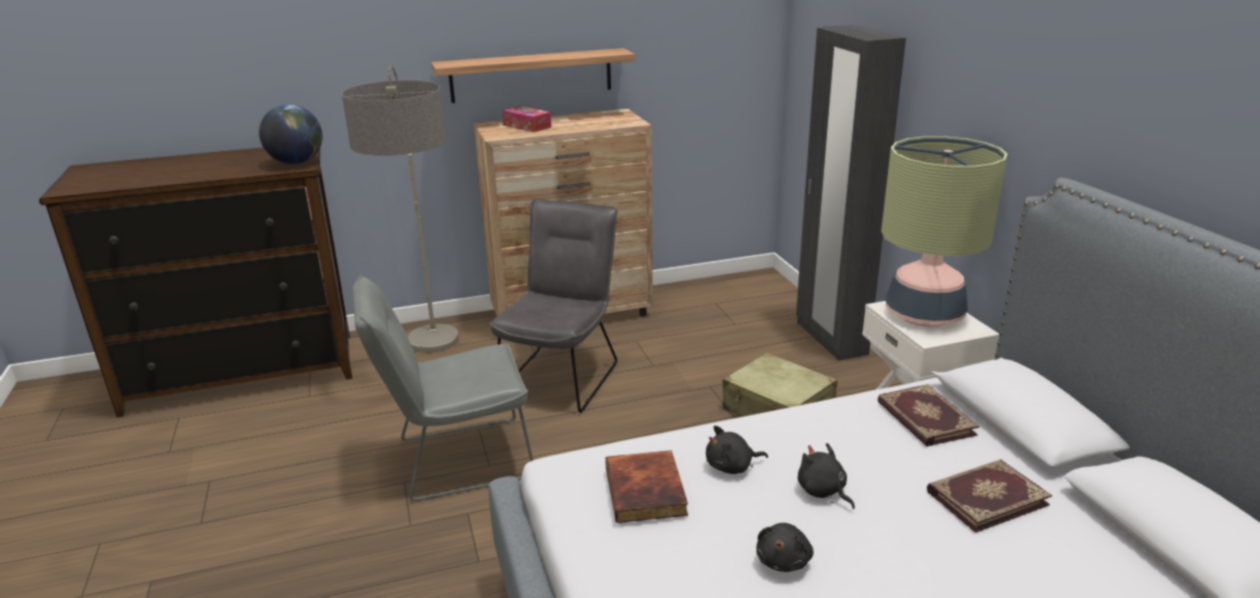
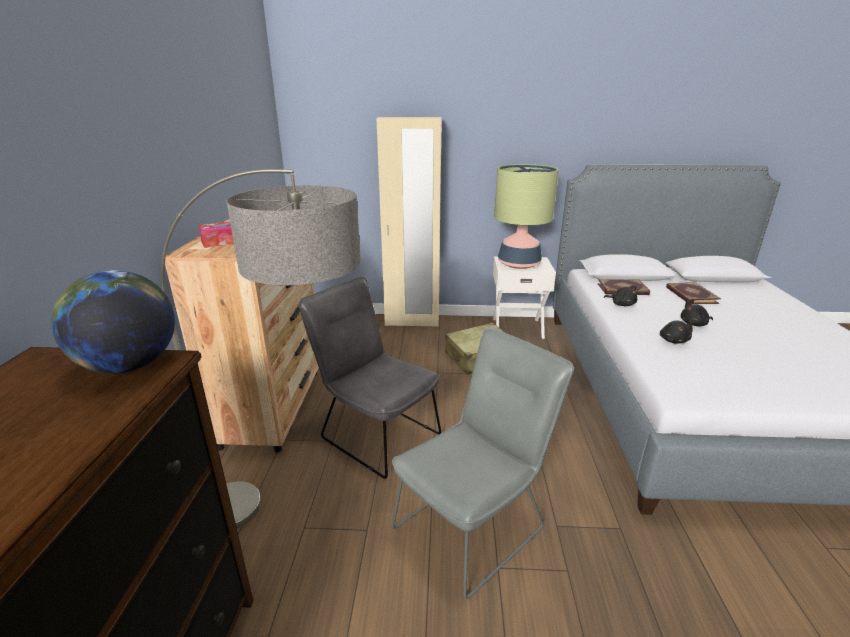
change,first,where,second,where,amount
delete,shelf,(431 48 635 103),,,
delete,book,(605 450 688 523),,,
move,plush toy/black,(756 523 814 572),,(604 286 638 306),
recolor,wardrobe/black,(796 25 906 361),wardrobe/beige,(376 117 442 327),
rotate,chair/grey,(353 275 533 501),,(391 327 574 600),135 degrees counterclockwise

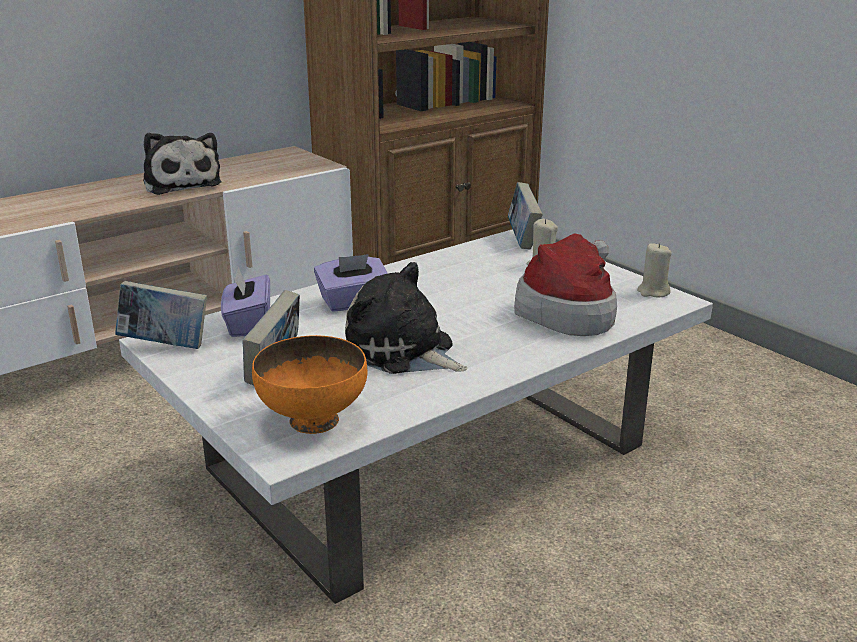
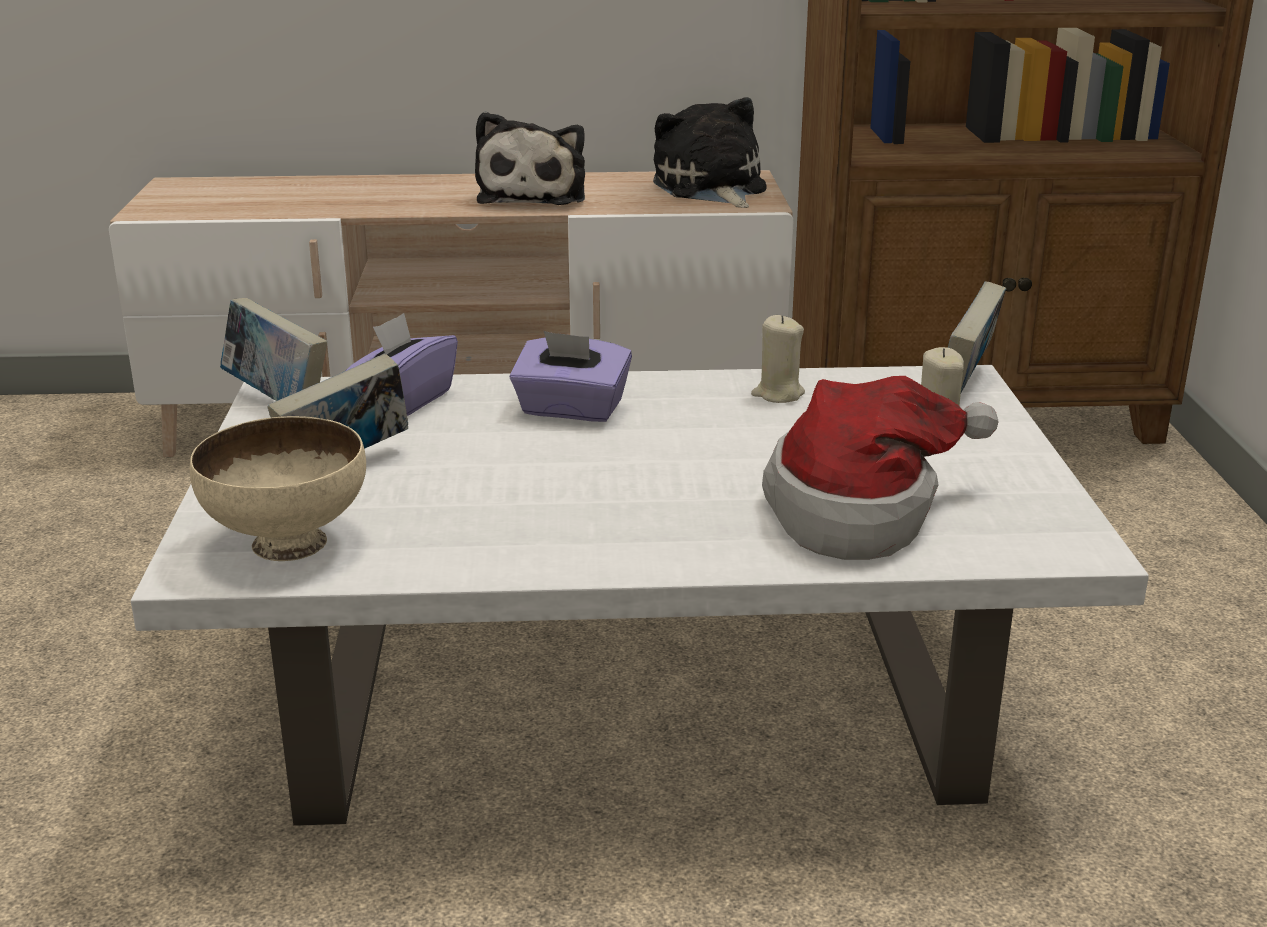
change,first,where,second,where,amount
move,plush toy,(345 262 467 374),,(653 97 766 208),
move,candle/beige,(637 243 672 298),,(751 315 805 403),
recolor,bowl/orange,(252 335 367 434),bowl/beige,(190 416 366 561),

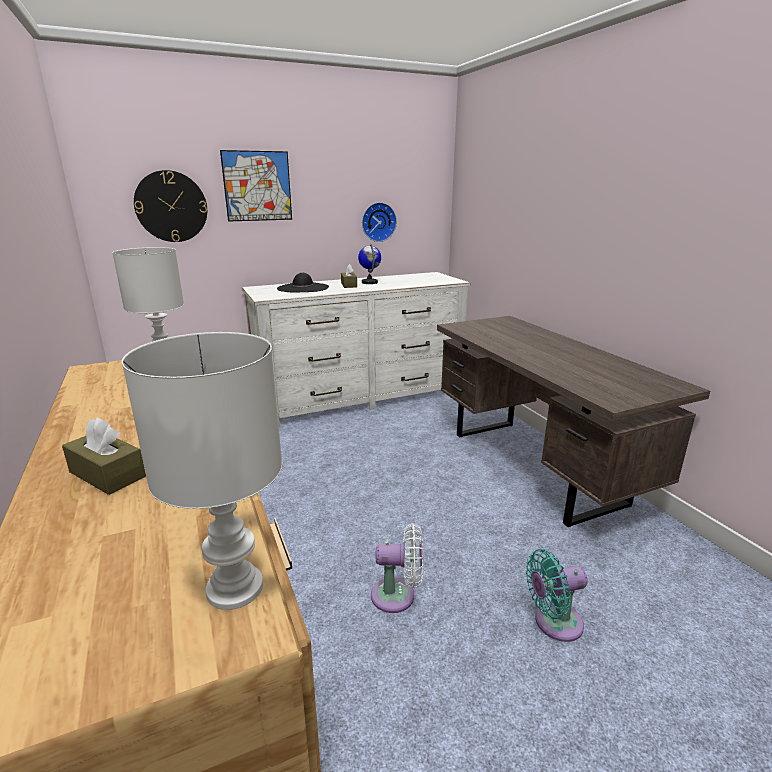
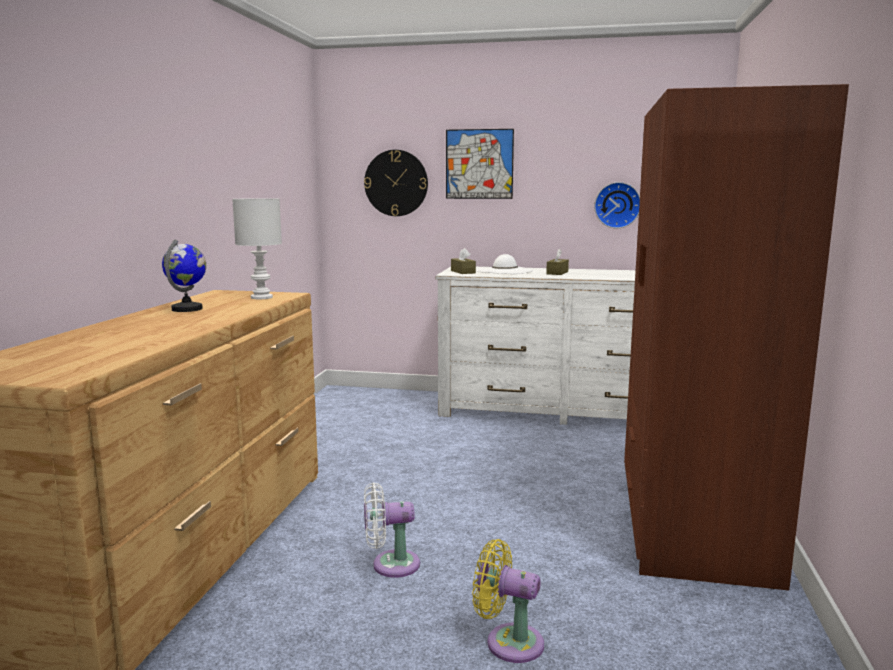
change,first,where,second,where,amount
delete,table lamp/white,(122 332 282 610),,,
move,tissue box/brown,(62 417 146 495),,(451 248 476 274),
move,globe,(358 243 381 284),,(162 239 206 312),
replace,desk/brown,(437 316 710 527),wardrobe/brown,(624 84 849 590),
recolor,hat/black,(277 273 329 293),hat/white,(477 254 534 274),
recolor,fan/turquoise,(526 549 588 642),fan/yellow,(472 539 544 663),
rotate,fan/white,(371 523 423 613),,(364 483 420 578),135 degrees clockwise

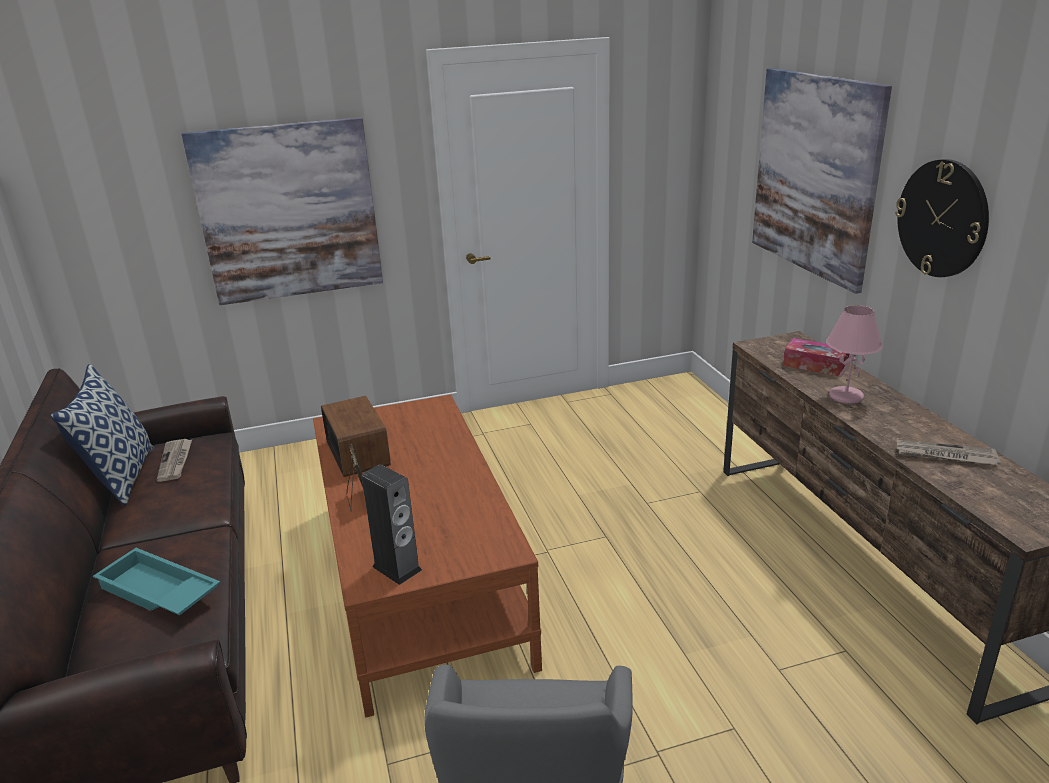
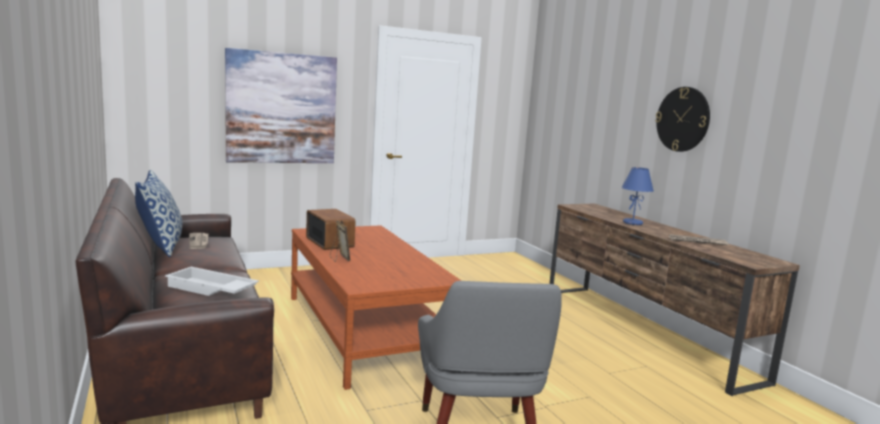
change,first,where,second,where,amount
delete,speaker,(362 464 422 585),,,
delete,picture,(752 68 892 294),,,
delete,tissue box,(783 338 849 376),,,
recolor,tray/turquoise,(93 548 220 615),tray/white,(165 267 259 296),
recolor,table lamp/pink,(826 305 883 404),table lamp/blue,(621 167 654 225),

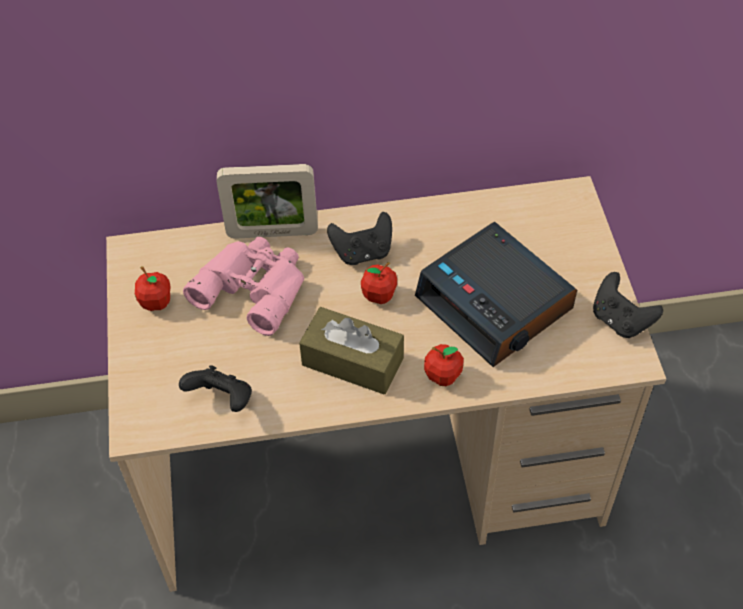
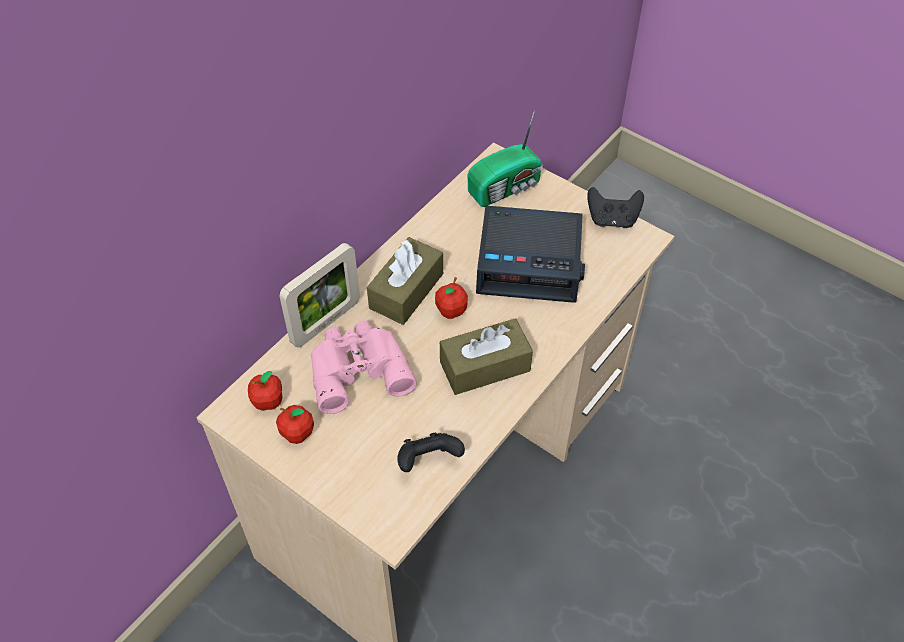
change,first,where,second,where,amount
insert,,,radio,(468 110 543 207),
move,apple,(424 344 464 386),,(248 371 282 411),
replace,game controller/black,(327 212 392 265),tissue box/brown,(367 237 443 325),

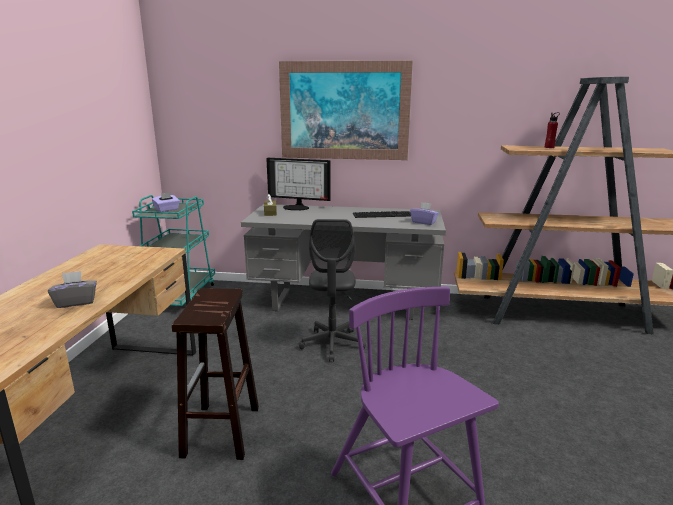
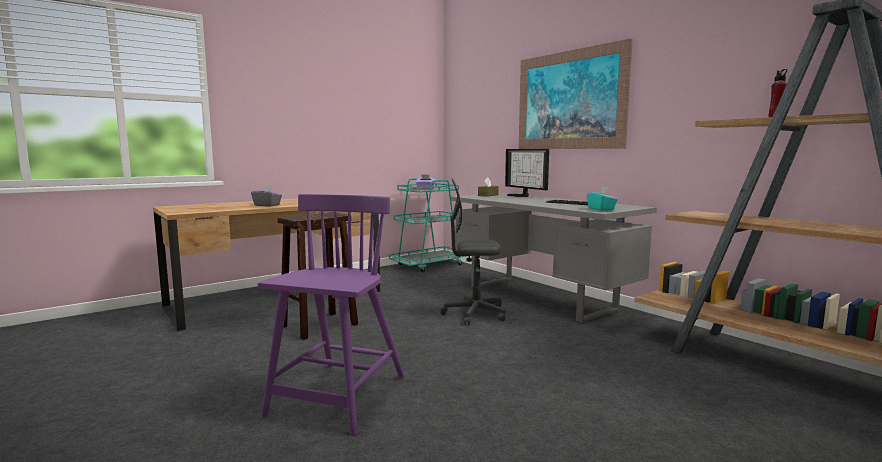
change,first,where,second,where,amount
recolor,tissue box/purple,(410 202 439 225),tissue box/turquoise,(587 187 618 211),
rotate,office chair/grey,(298 219 366 362),,(441 178 505 325),45 degrees clockwise

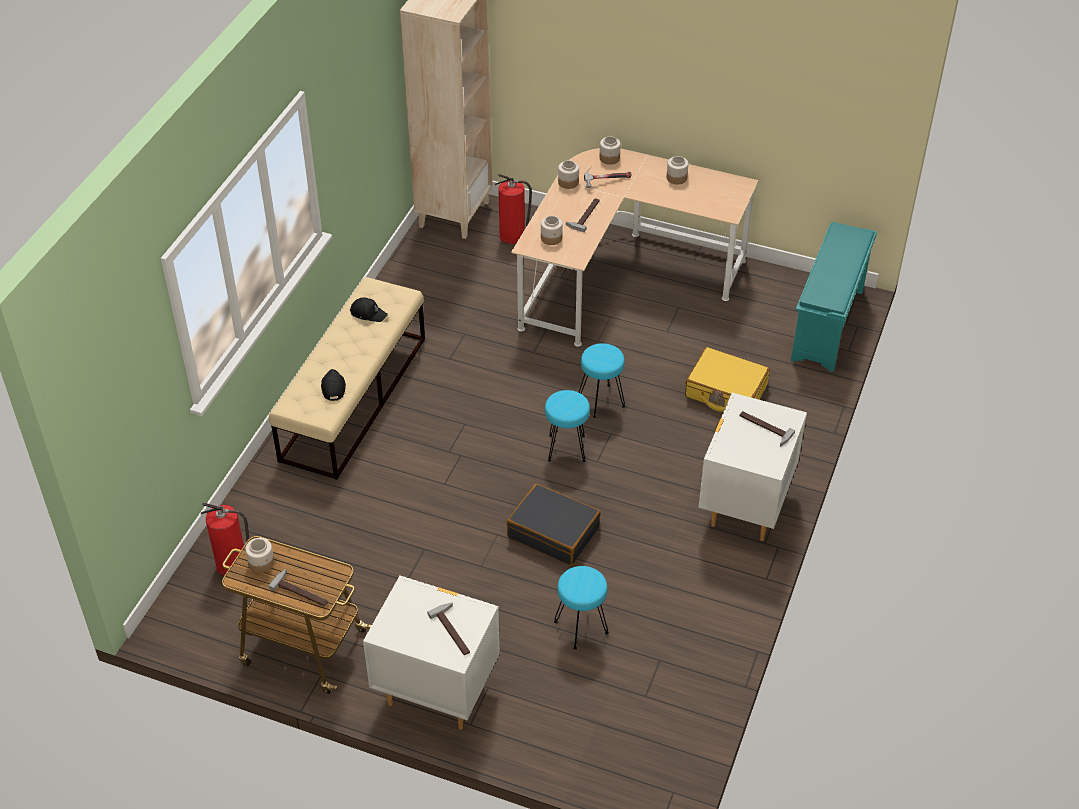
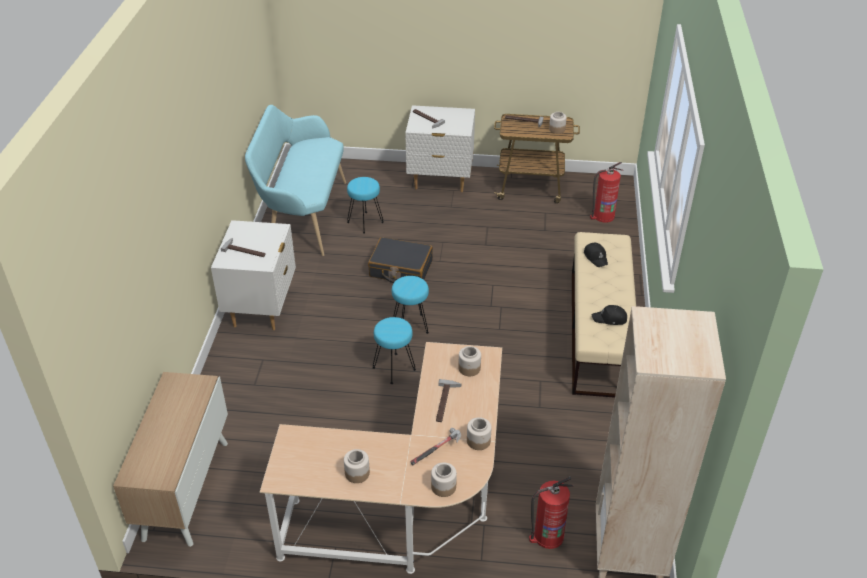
change,first,where,second,where,amount
delete,suitcase/yellow,(685 347 770 412),,,
insert,,,bench/turquoise,(245 105 346 256),
replace,shoe rack/turquoise,(791 222 877 372),cabinet,(113 372 228 547),

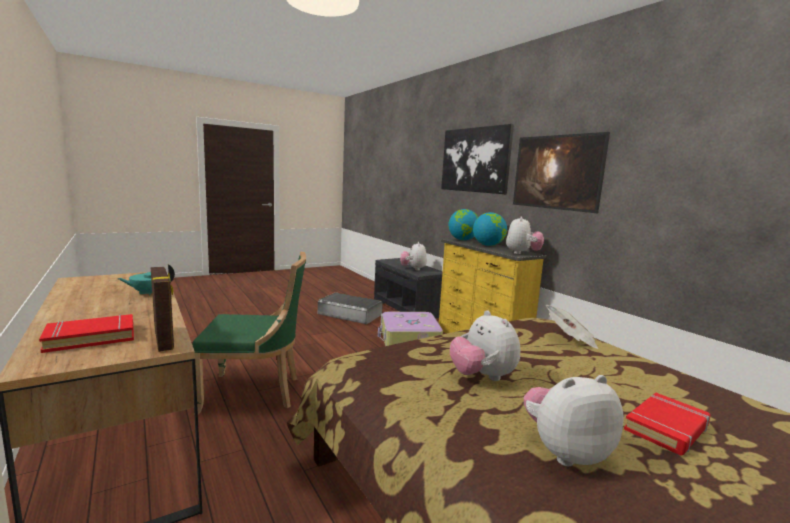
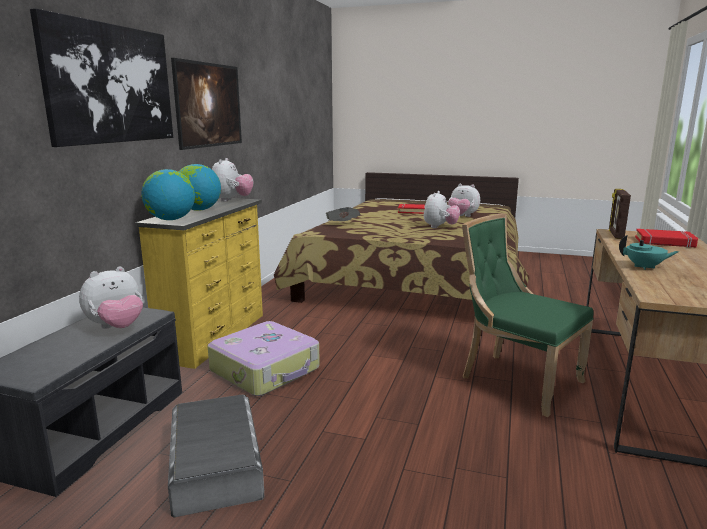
change,first,where,second,where,amount
rotate,plush toy,(506 216 544 254),,(212 158 253 202),120 degrees clockwise

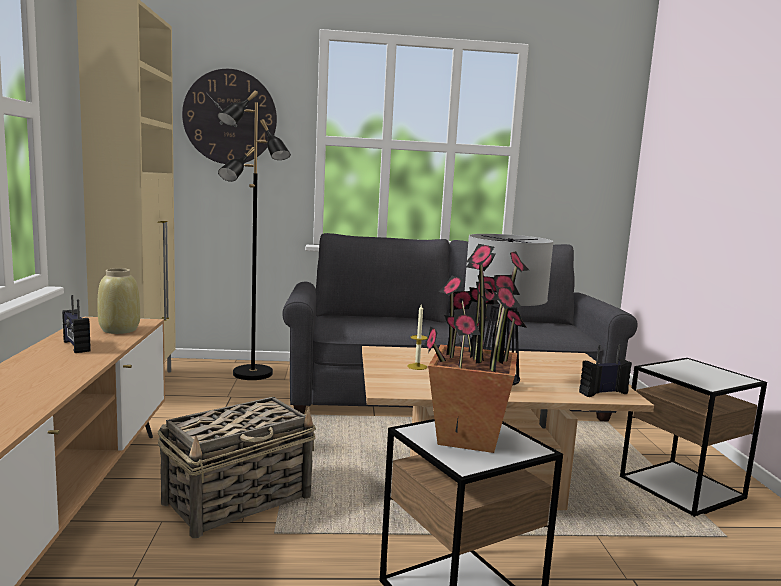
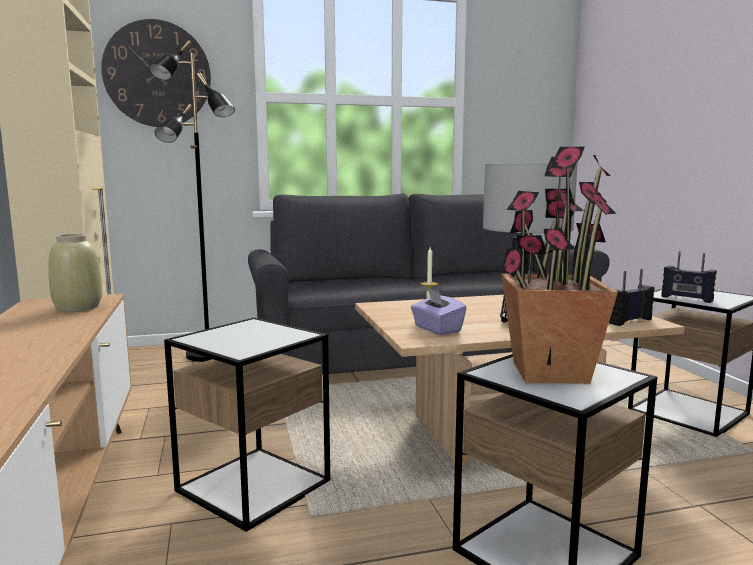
change,first,where,second,where,amount
insert,,,tissue box/purple,(411 288 466 335),
move,radio,(62 295 91 353),,(661 251 717 303),
replace,basket,(158 397 316 538),side table,(164 318 330 532),

